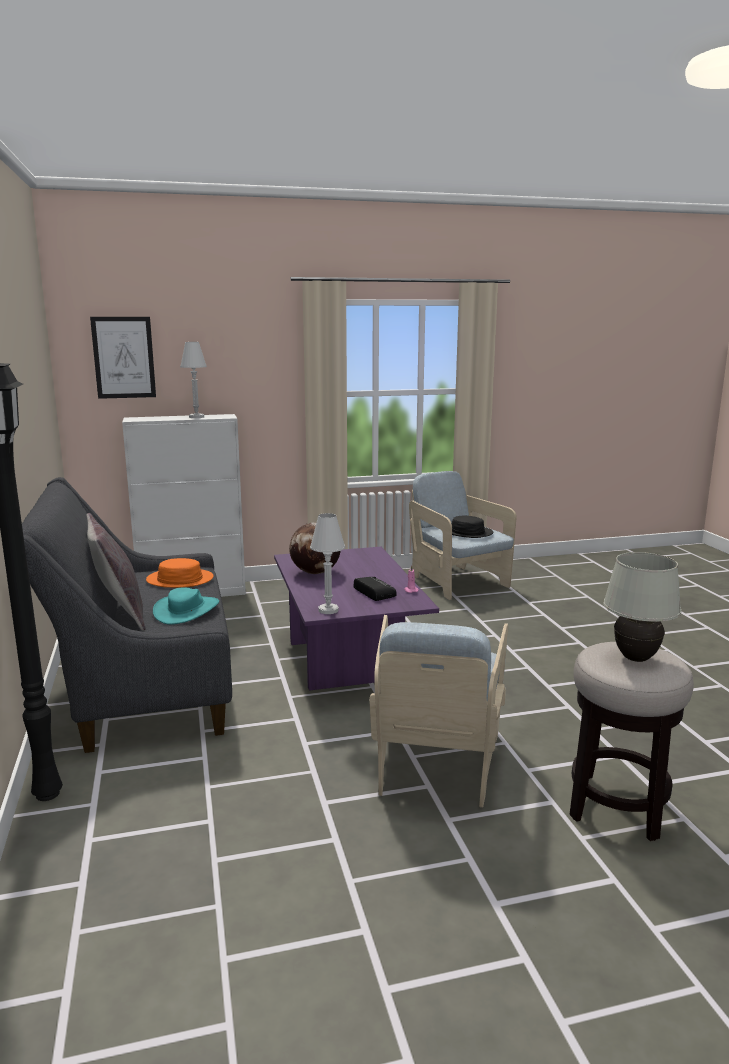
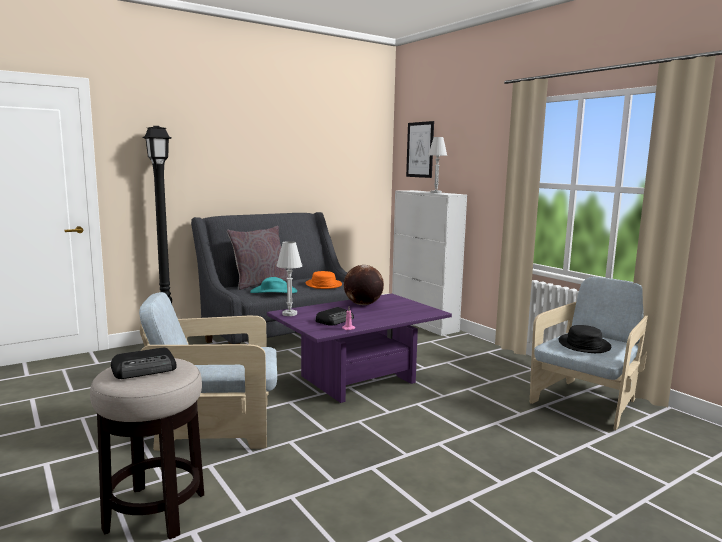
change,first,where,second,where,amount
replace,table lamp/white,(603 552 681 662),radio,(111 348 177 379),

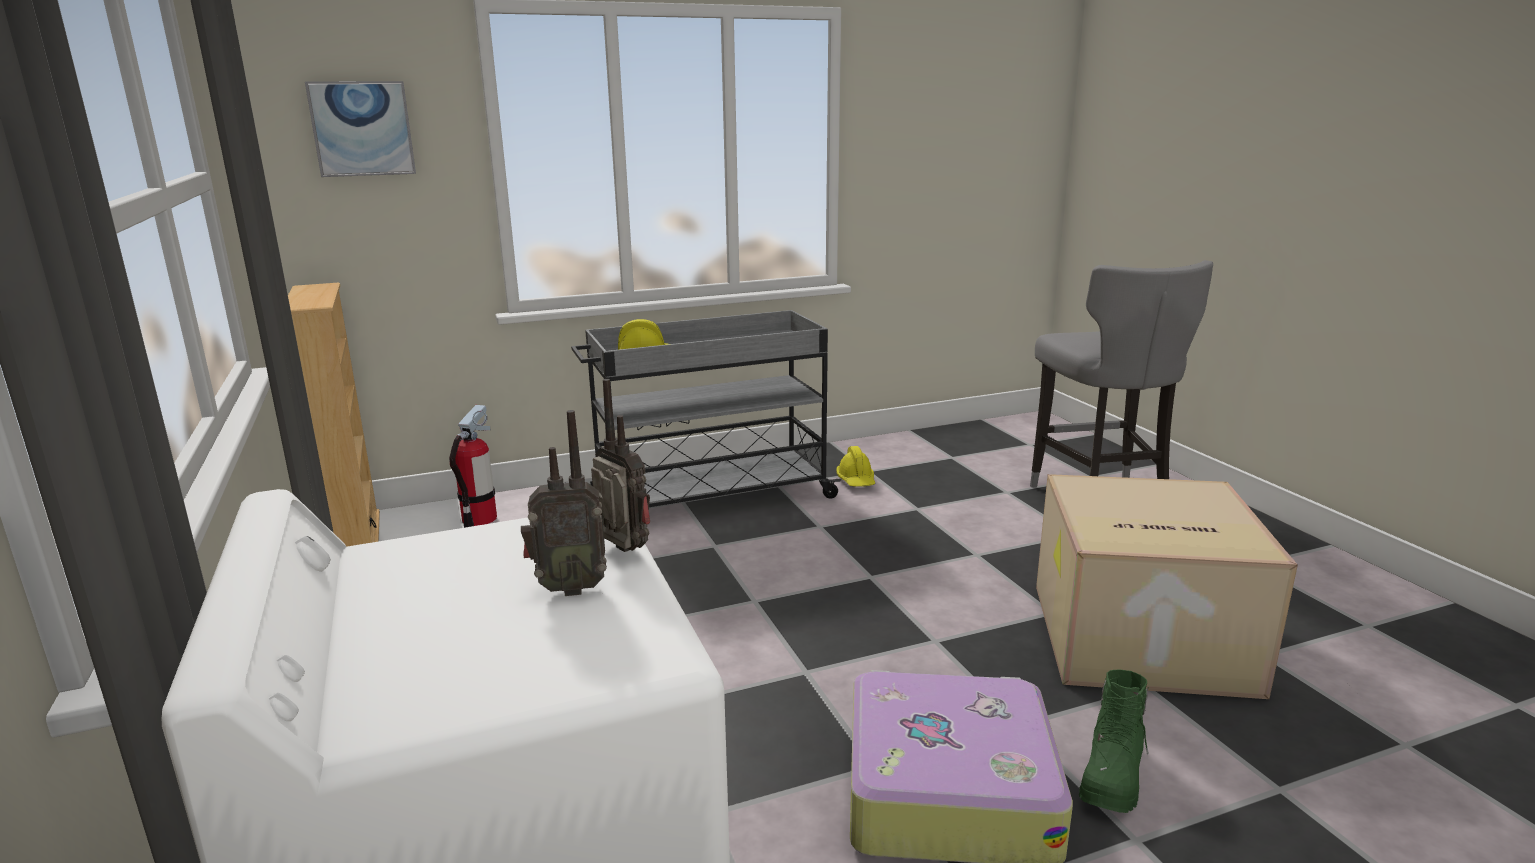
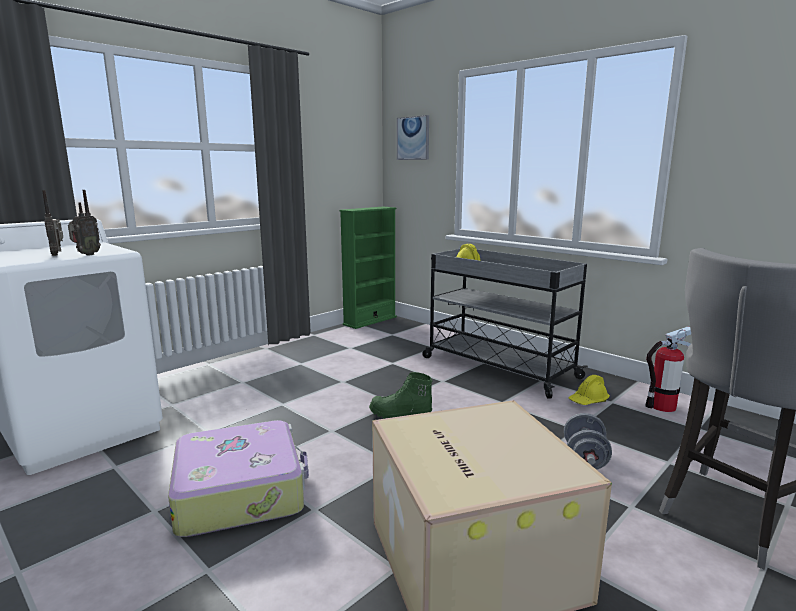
change,first,where,second,where,amount
insert,,,dumbbell/grey,(564 413 612 470),
move,fire extinguisher,(449 405 497 528),,(645 326 691 412),
move,boot/green,(1079 669 1149 813),,(369 372 432 419),
recolor,bookcase/beige,(288 283 380 547),bookcase/green,(340 207 397 329),

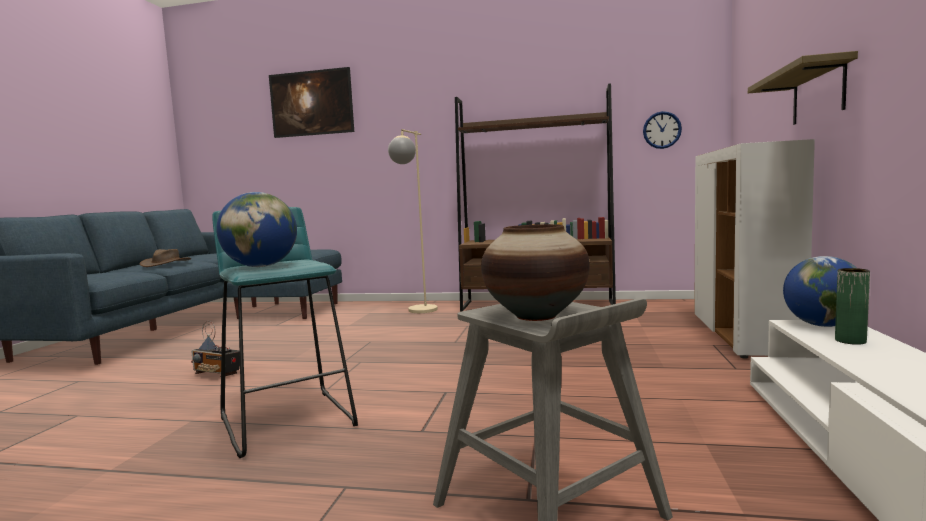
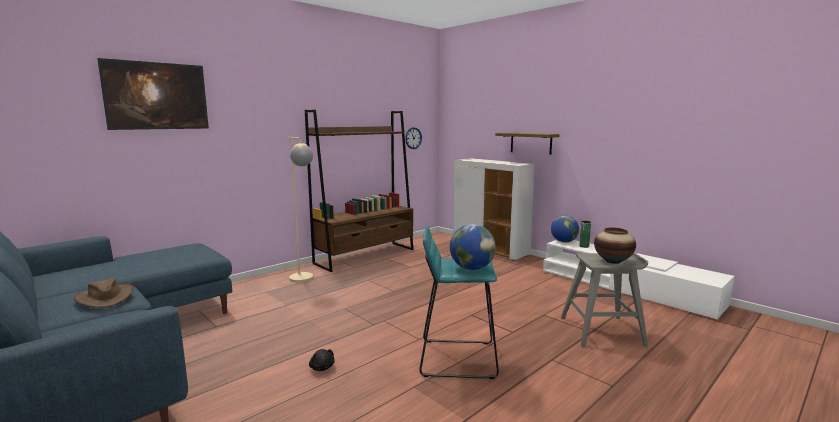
change,first,where,second,where,amount
replace,radio,(191 321 240 377),plush toy/black,(309 349 335 371),

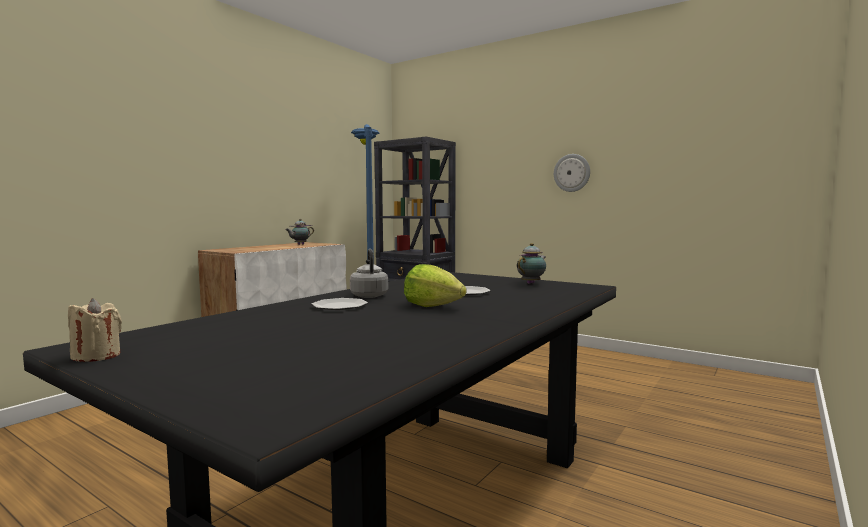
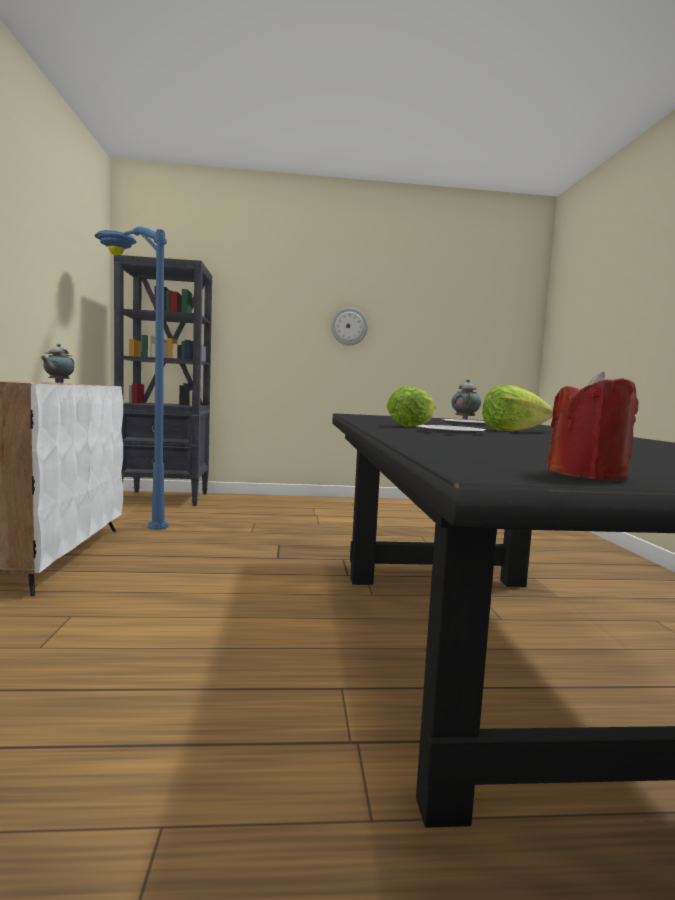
change,first,where,second,where,amount
replace,kettle/grey,(350 249 388 298),lettuce,(387 386 435 427),
recolor,candle/beige,(68 298 122 362),candle/red,(547 371 639 480),

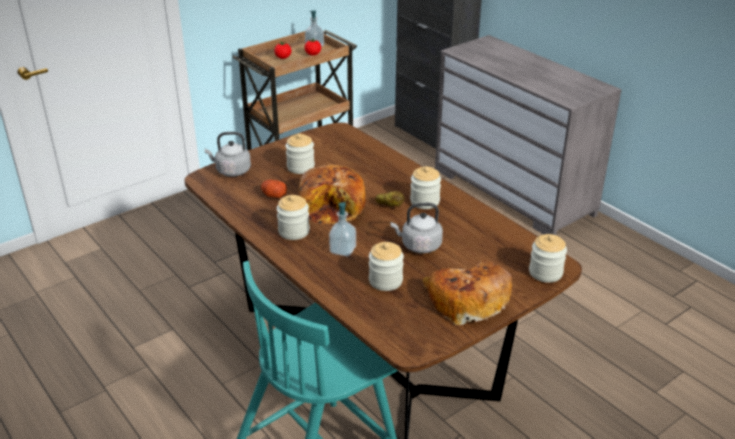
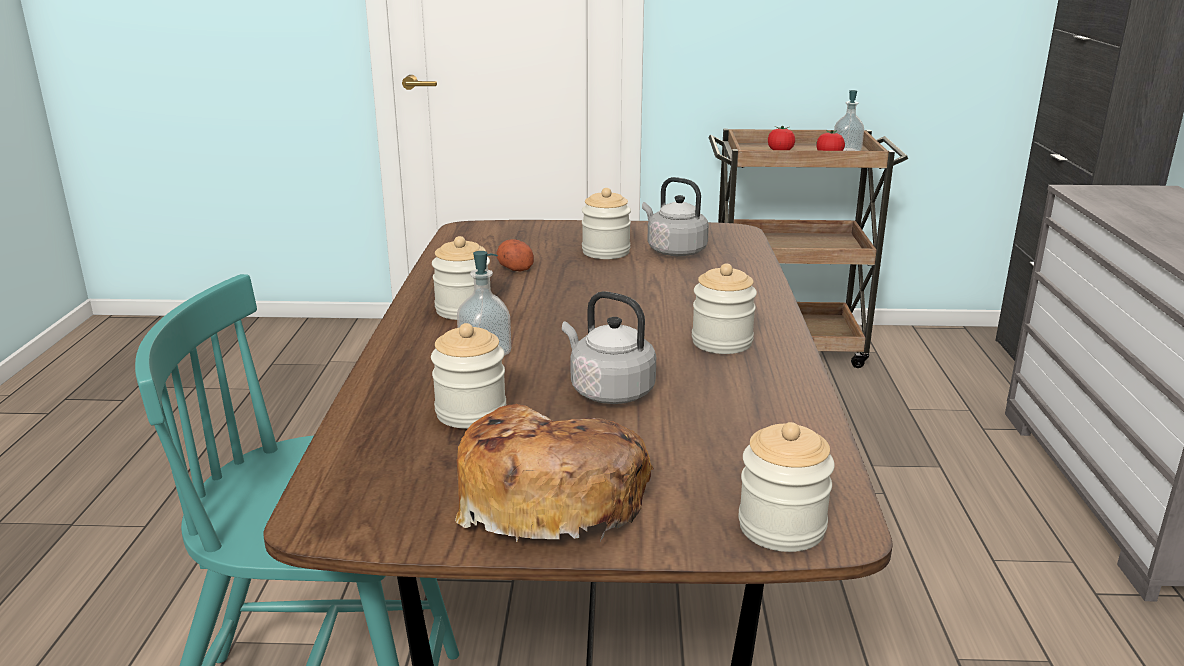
change,first,where,second,where,amount
delete,bread,(299 165 366 224),,,
delete,potato,(375 191 405 207),,,
move,kettle/grey,(205 132 251 177),,(642 177 709 256),

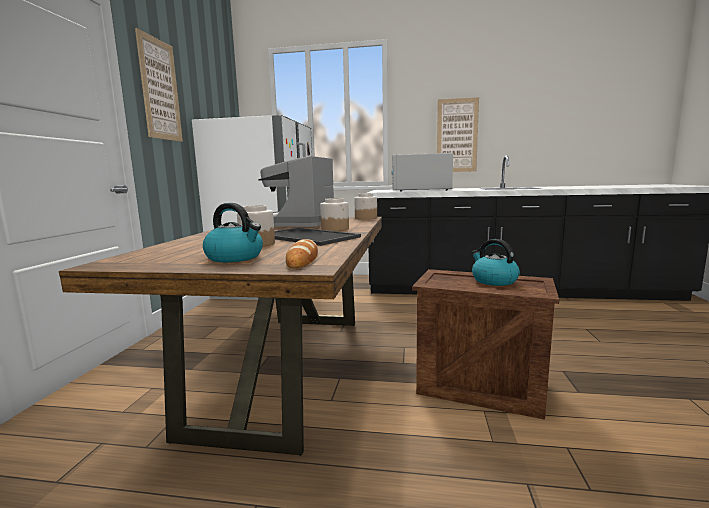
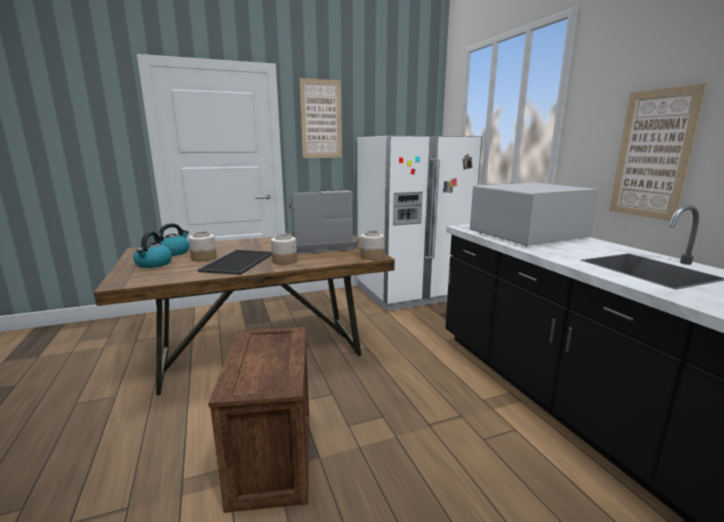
change,first,where,second,where,amount
delete,bread,(286 239 318 268),,,
move,kettle,(471 239 520 286),,(159 223 189 256),

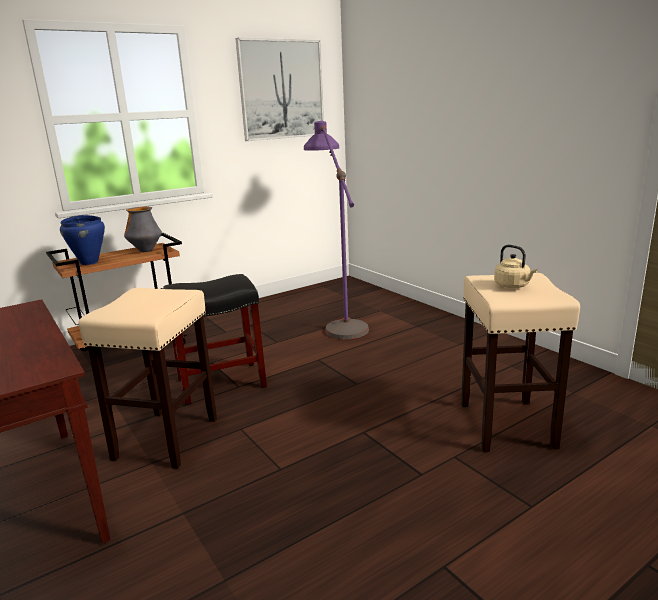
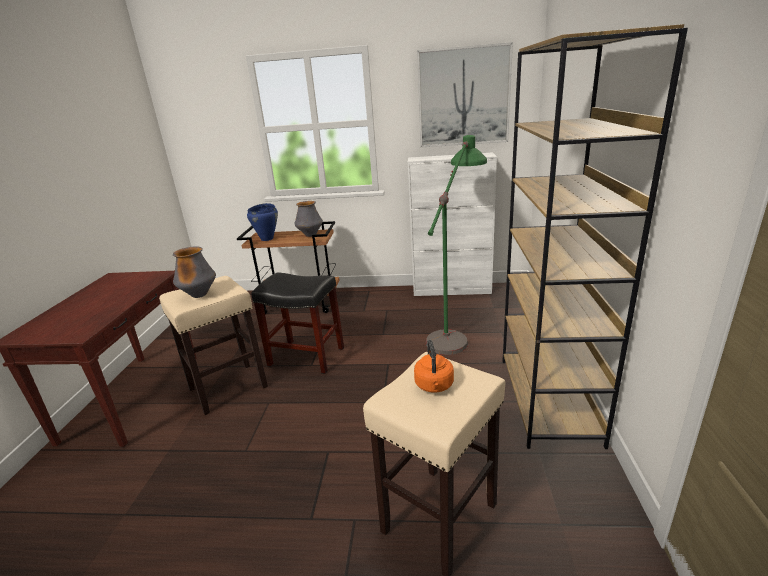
change,first,where,second,where,amount
insert,,,vase,(173 246 216 298),
insert,,,cabinet/white,(408 152 497 296),
insert,,,bookcase/brown,(502 24 688 449),
recolor,floor lamp/purple,(304 121 369 339),floor lamp/green,(426 135 487 355),
recolor,kettle/beige,(494 245 537 288),kettle/orange,(414 340 454 393),

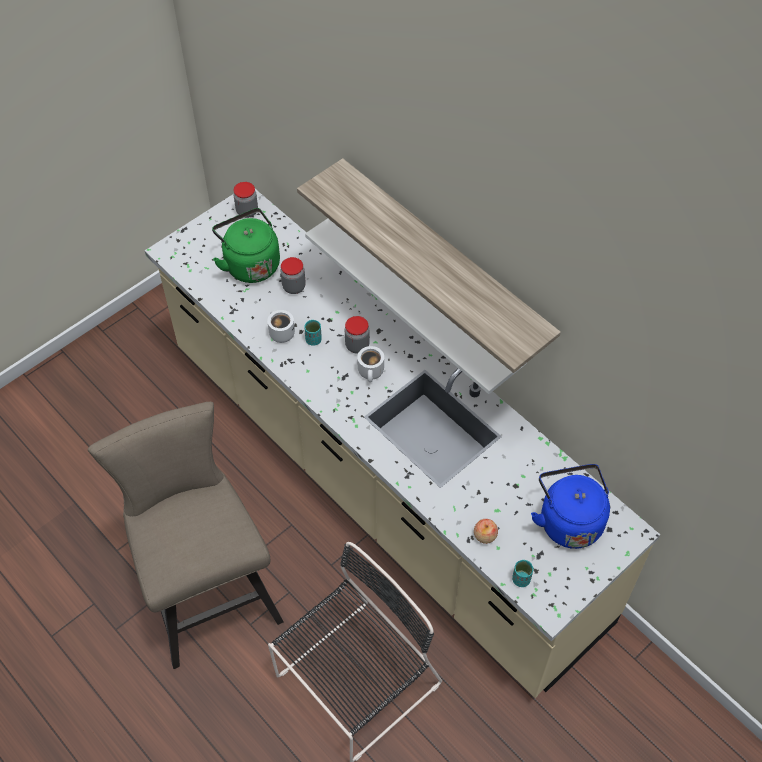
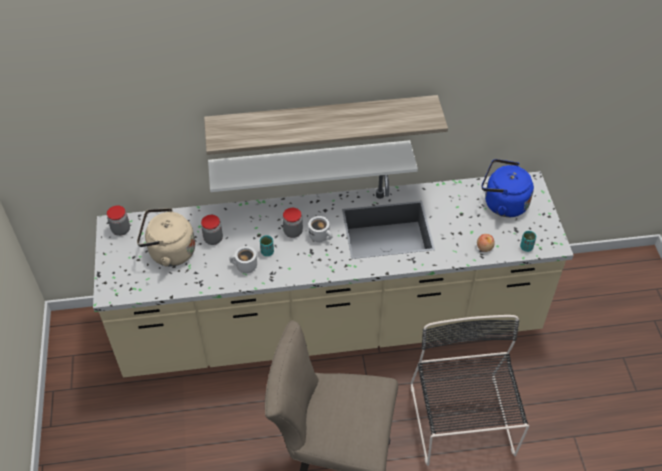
change,first,where,second,where,amount
recolor,kettle/green,(212 208 280 283),kettle/beige,(137 208 195 267),

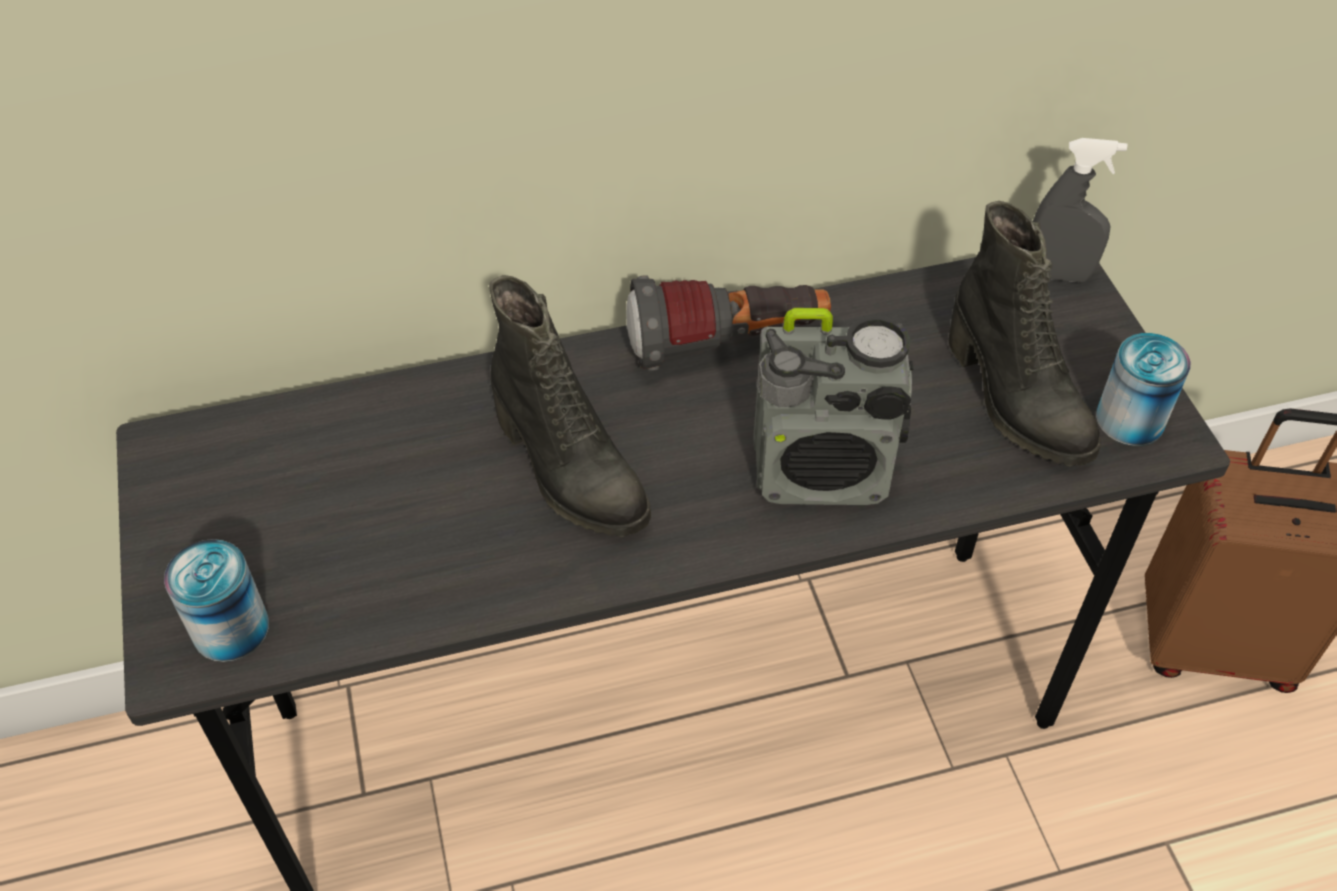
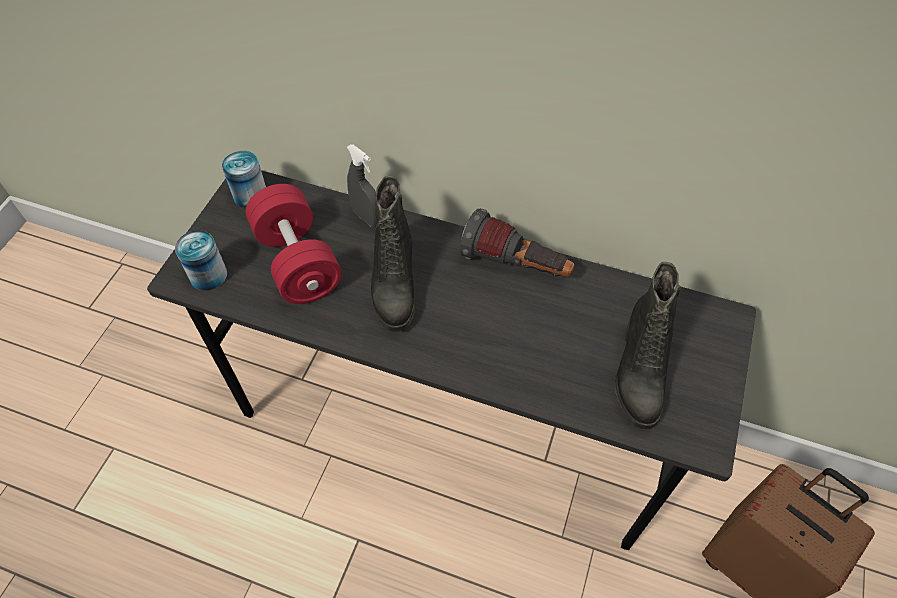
change,first,where,second,where,amount
delete,radio,(753 308 914 505),,,
insert,,,dumbbell/red,(246 184 342 304),
move,spray bottle/grey,(1033 138 1128 282),,(347 144 376 227),
move,can,(1096 333 1191 446),,(222 151 266 208),

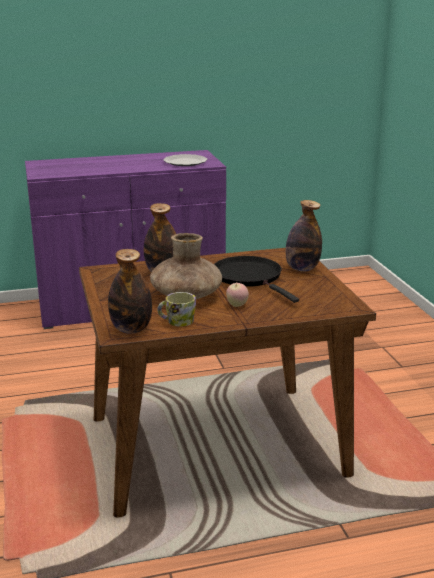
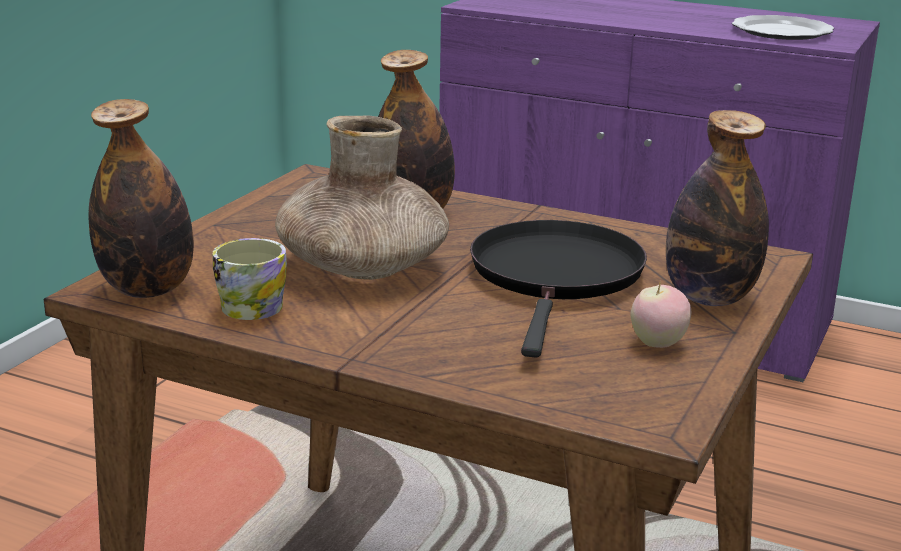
change,first,where,second,where,amount
move,apple,(226 282 249 307),,(631 281 691 348),

